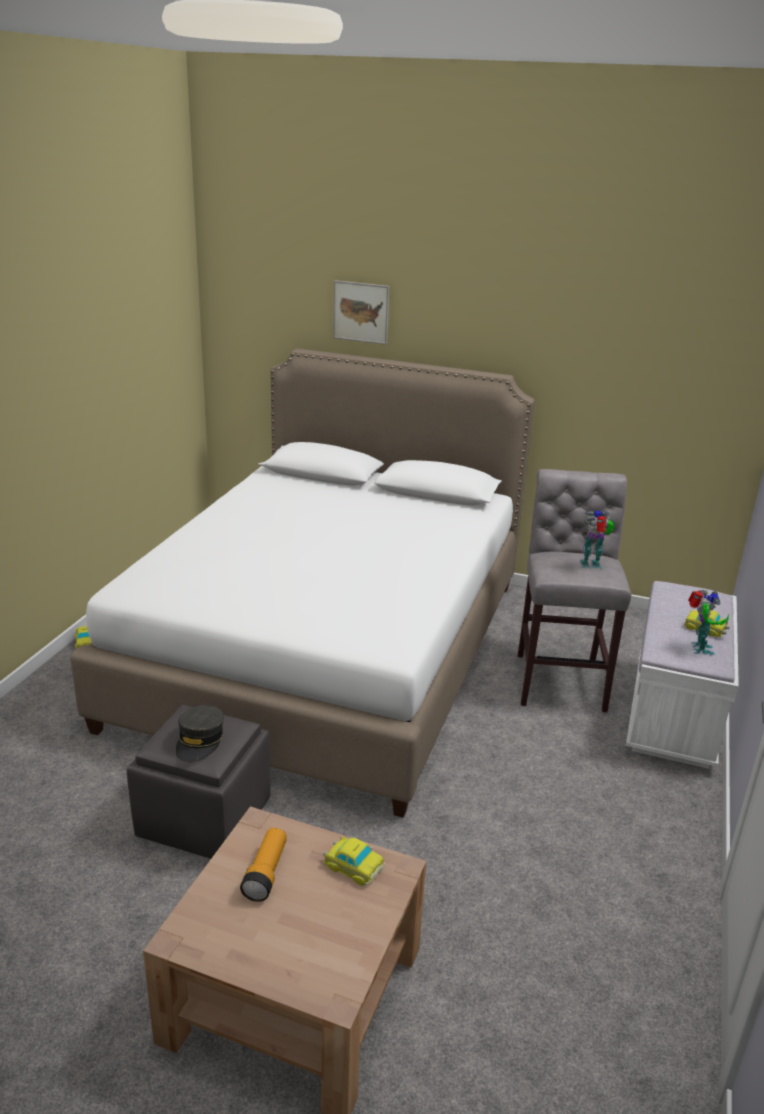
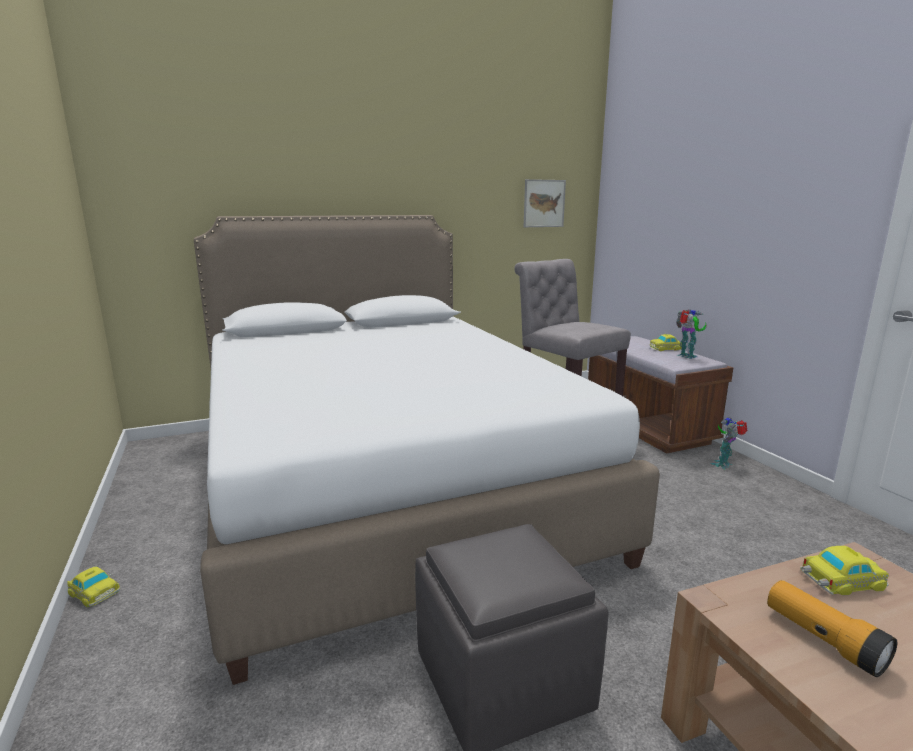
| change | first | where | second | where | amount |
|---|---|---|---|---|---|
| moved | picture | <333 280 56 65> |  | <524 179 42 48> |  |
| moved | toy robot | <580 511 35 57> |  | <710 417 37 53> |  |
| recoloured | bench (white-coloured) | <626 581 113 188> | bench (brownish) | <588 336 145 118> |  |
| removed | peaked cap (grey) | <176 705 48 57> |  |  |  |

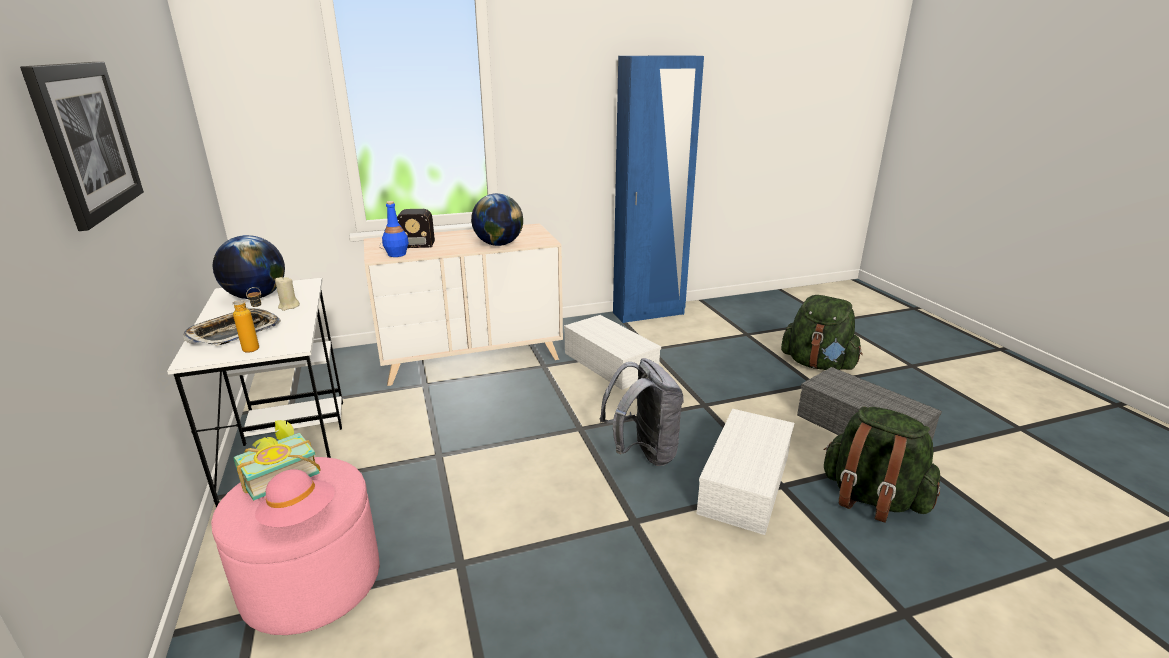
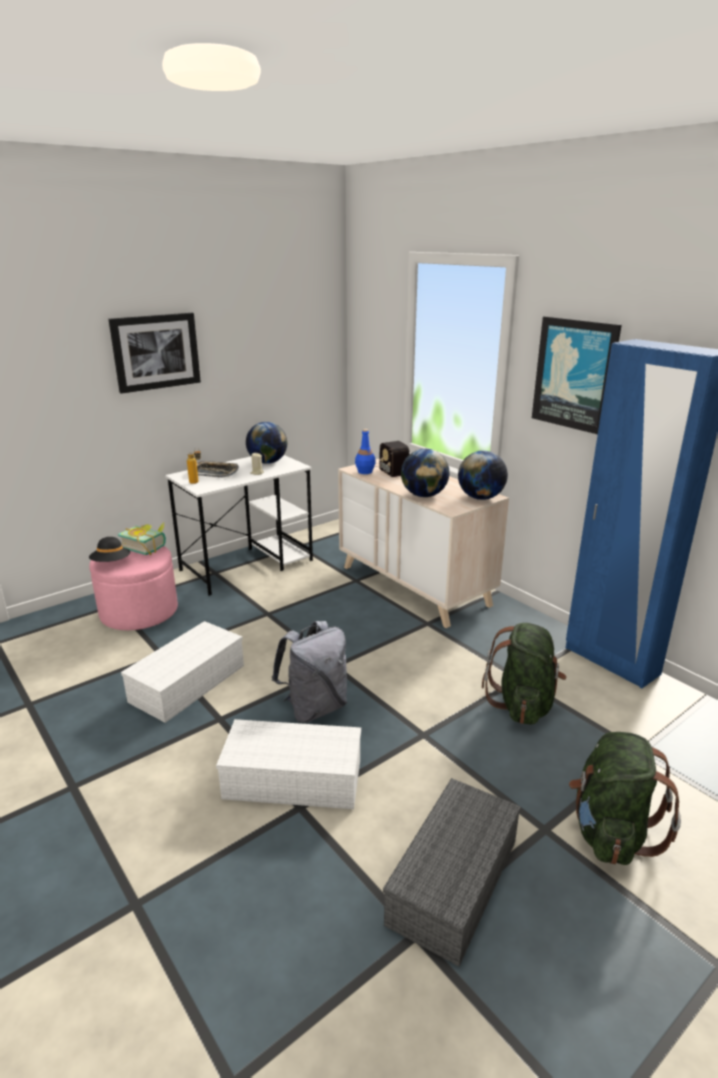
| change | first | where | second | where | amount |
|---|---|---|---|---|---|
| moved | storage bin (white-coloured) | <564 315 97 75> |  | <121 621 123 102> |  |
| moved | knapsack (greenish) | <824 407 116 116> |  | <482 623 85 102> |  |
| recoloured | hat (pink-coloured) | <255 469 80 58> | hat (blackish) | <89 537 41 25> |  |
| added |  |  | picture | <532 316 90 118> |  |
| added |  |  | globe | <458 451 50 49> |  |

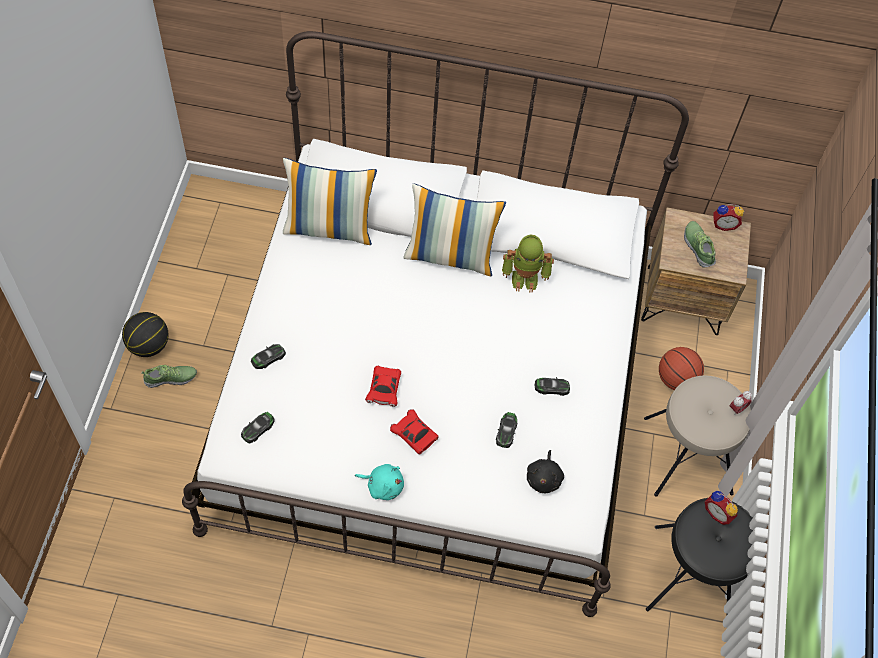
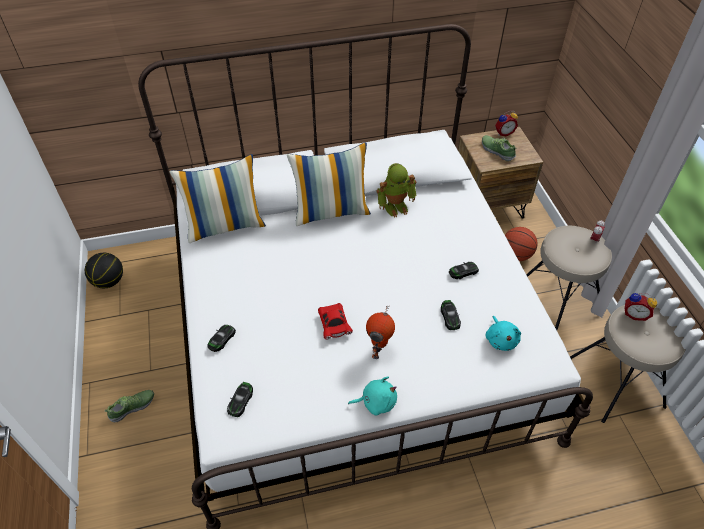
| change | first | where | second | where | amount |
|---|---|---|---|---|---|
| moved | ball for basketball | <122 312 47 45> |  | <85 253 38 35> |  |
| replaced | model car (reddish) | <390 409 48 46> | toy robot | <366 306 29 53> |  |
| recoloured | plush toy (blackish) | <527 450 37 43> | plush toy (turquoise) | <486 316 35 35> |  |
| recoloured | stool (blackish) | <646 498 107 118> | stool (beige) | <570 305 116 118> |  |

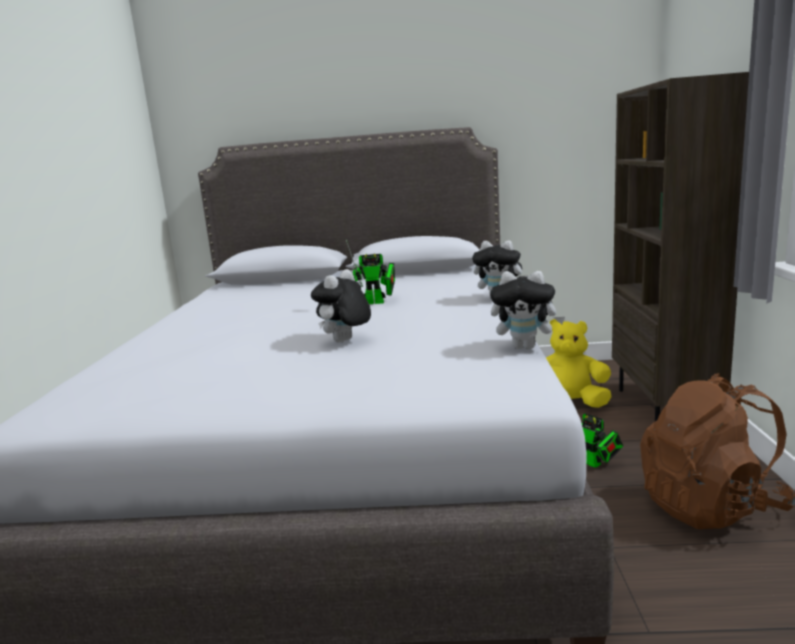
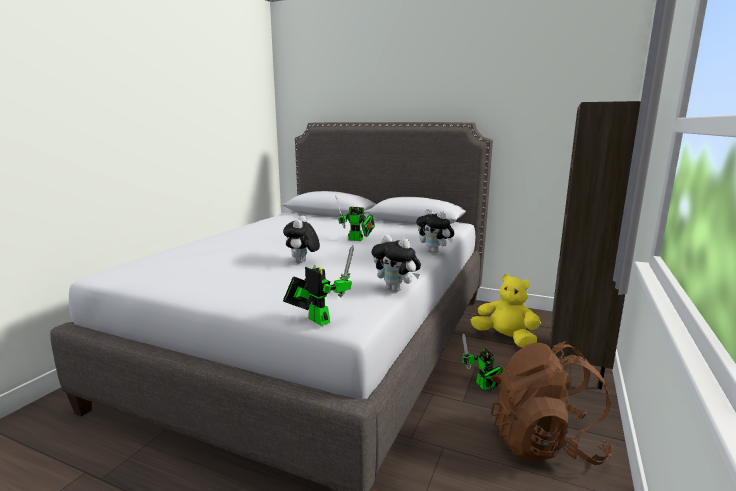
| change | first | where | second | where | amount |
|---|---|---|---|---|---|
| turned | plush toy | <311 269 60 74> |  | <283 215 37 48> | 45 degrees counterclockwise |
| added |  |  | toy robot | <283 245 71 81> |  |

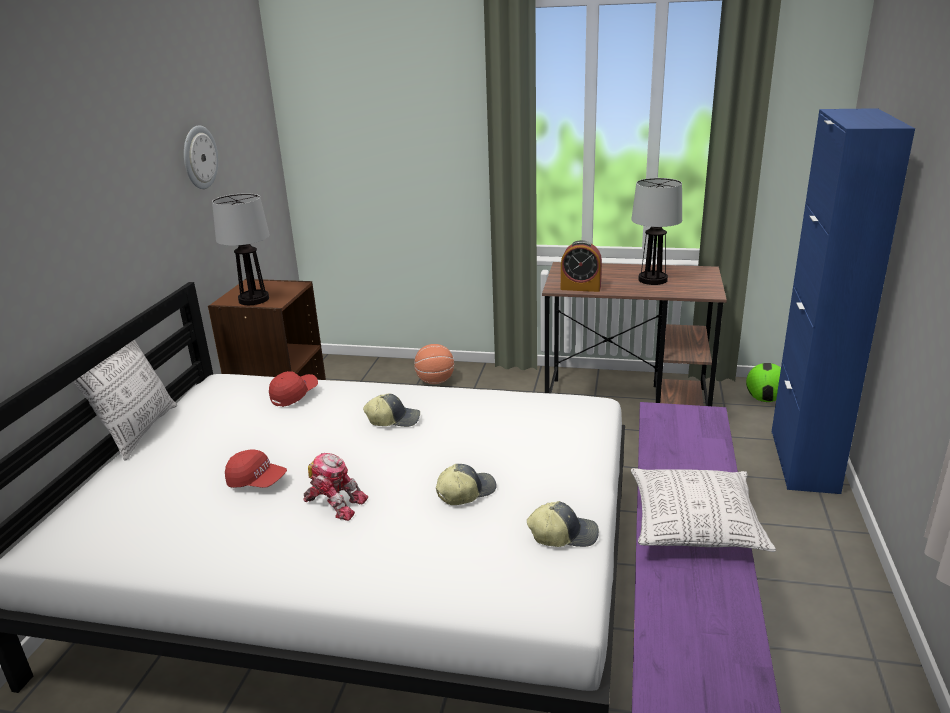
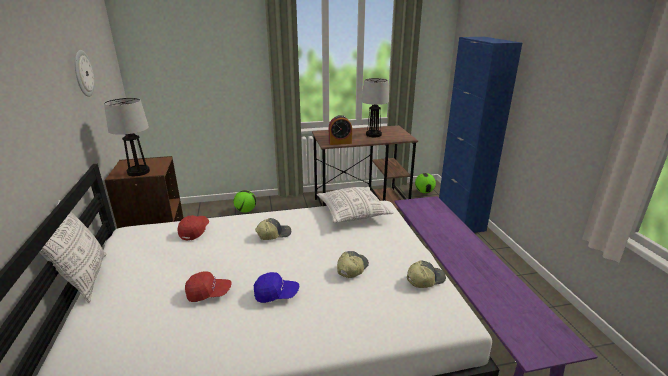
| change | first | where | second | where | amount |
|---|---|---|---|---|---|
| replaced | ball for basketball | <414 344 40 40> | football | <234 190 22 23> |  |
| replaced | toy robot | <303 453 65 68> | peaked cap (bluish) | <254 272 45 31> |  |
| moved | pillow | <631 468 145 84> |  | <317 187 76 36> |  |

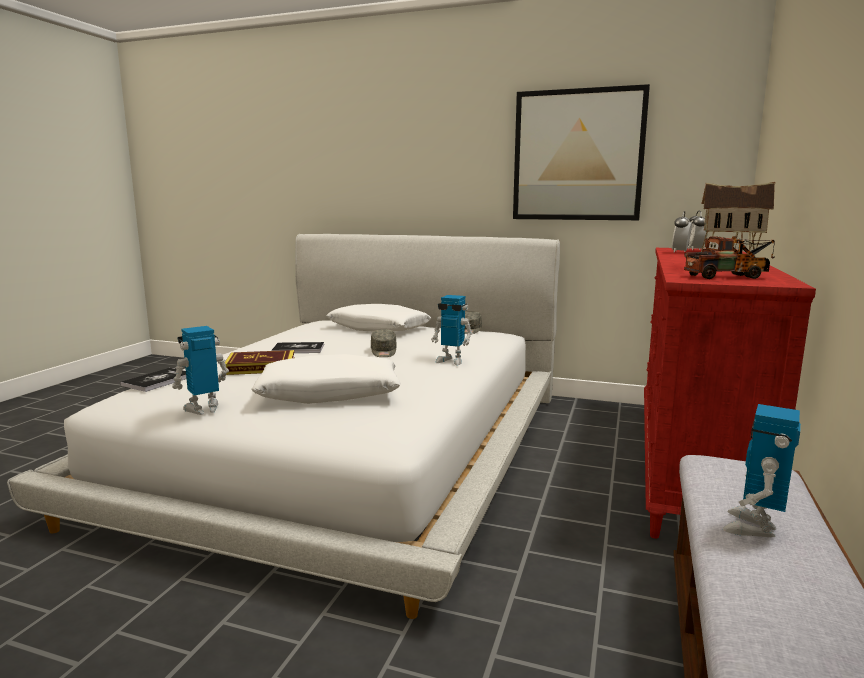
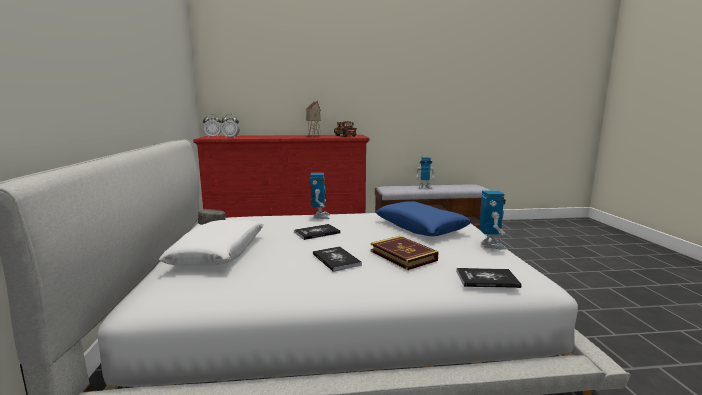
| change | first | where | second | where | amount |
|---|---|---|---|---|---|
| removed | picture | <513 84 137 136> |  |  |  |
| turned | toy robot | <172 326 57 89> |  | <479 190 28 60> | 120 degrees counterclockwise |
| replaced | peaked cap (grey) | <371 329 26 28> | book | <294 224 46 16> |  |
| recoloured | pillow (white-coloured) | <251 354 150 50> | pillow (bluish) | <376 201 95 35> |  |

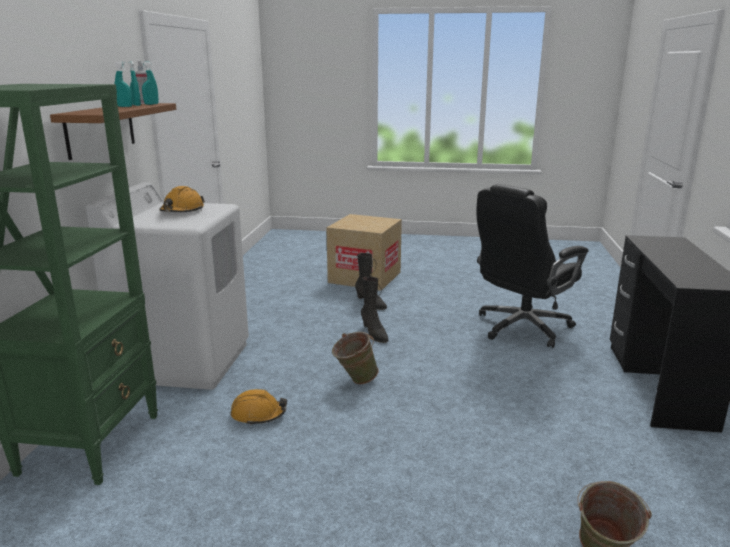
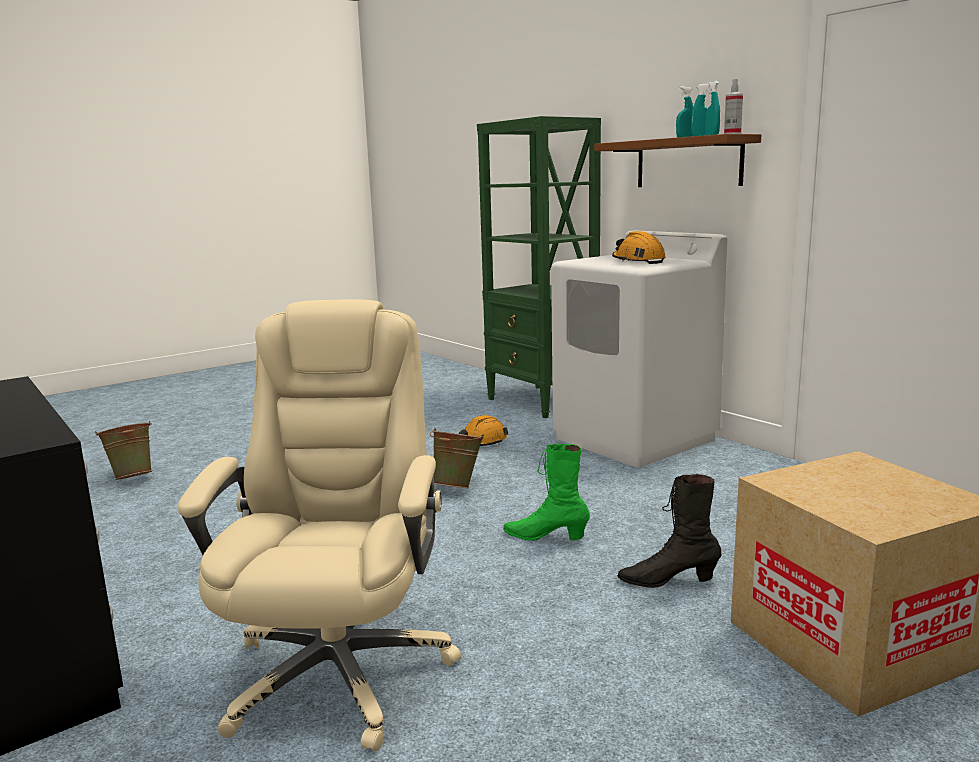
| change | first | where | second | where | amount |
|---|---|---|---|---|---|
| recoloured | desk chair (blackish) | <476 184 113 164> | desk chair (beige) | <178 299 283 452> |  |
| recoloured | boot (blackish) | <361 276 28 67> | boot (greenish) | <503 444 87 97> |  |

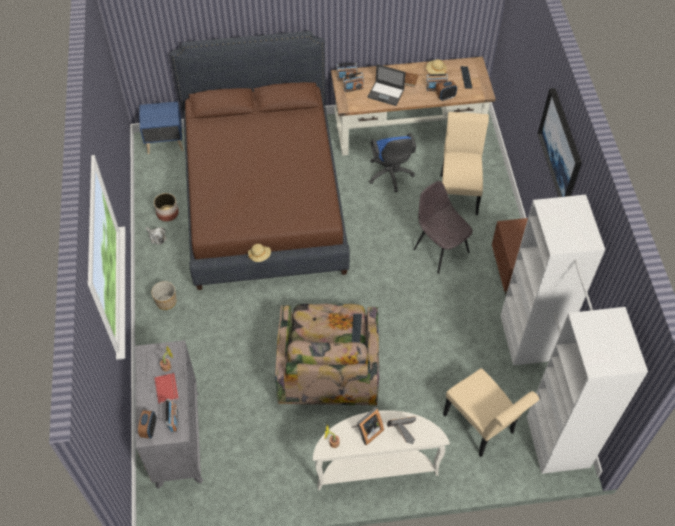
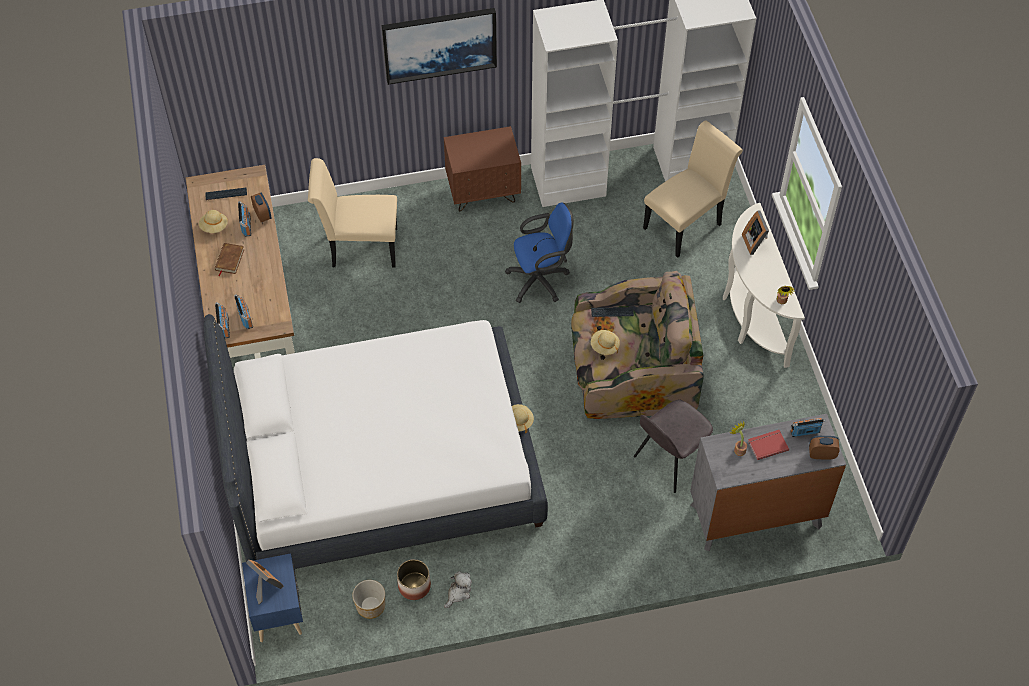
| change | first | where | second | where | amount |
|---|---|---|---|---|---|
| recoloured | bedroom bed (brownish) | <170 31 180 259> | bedroom bed (white-coloured) | <203 314 345 255> |  |
| removed | notebook computer | <368 64 38 42> |  |  |  |
| moved | desk chair (bluish) | <369 133 47 59> |  | <505 203 69 100> |  |
| moved | plain chair (grey) | <413 181 60 93> |  | <634 400 79 93> |  |
| moved | planter | <151 281 26 29> |  | <352 580 33 39> |  |
| moved | picture frame | <352 407 32 39> |  | <246 560 37 44> |  |
| added |  |  | hat (beige) | <591 330 29 25> |  |

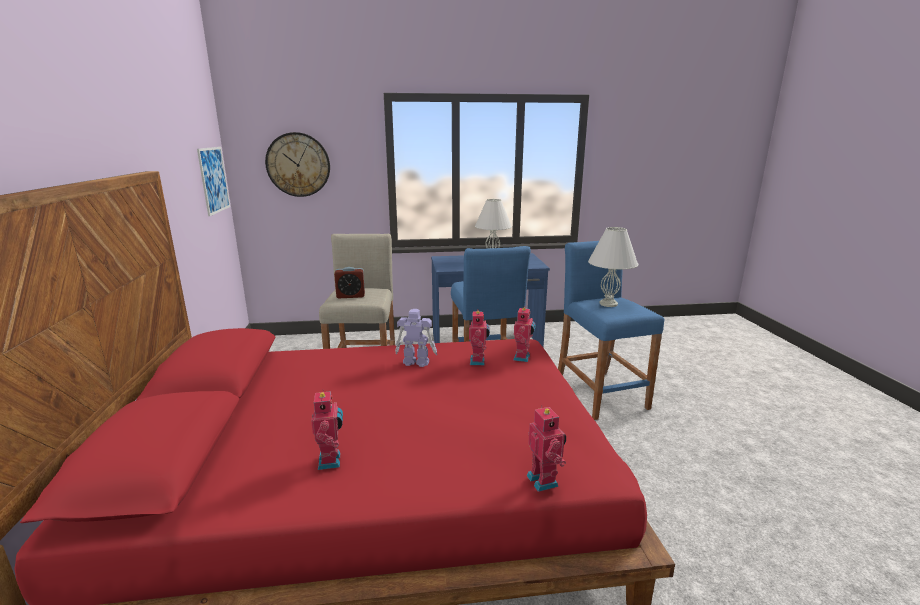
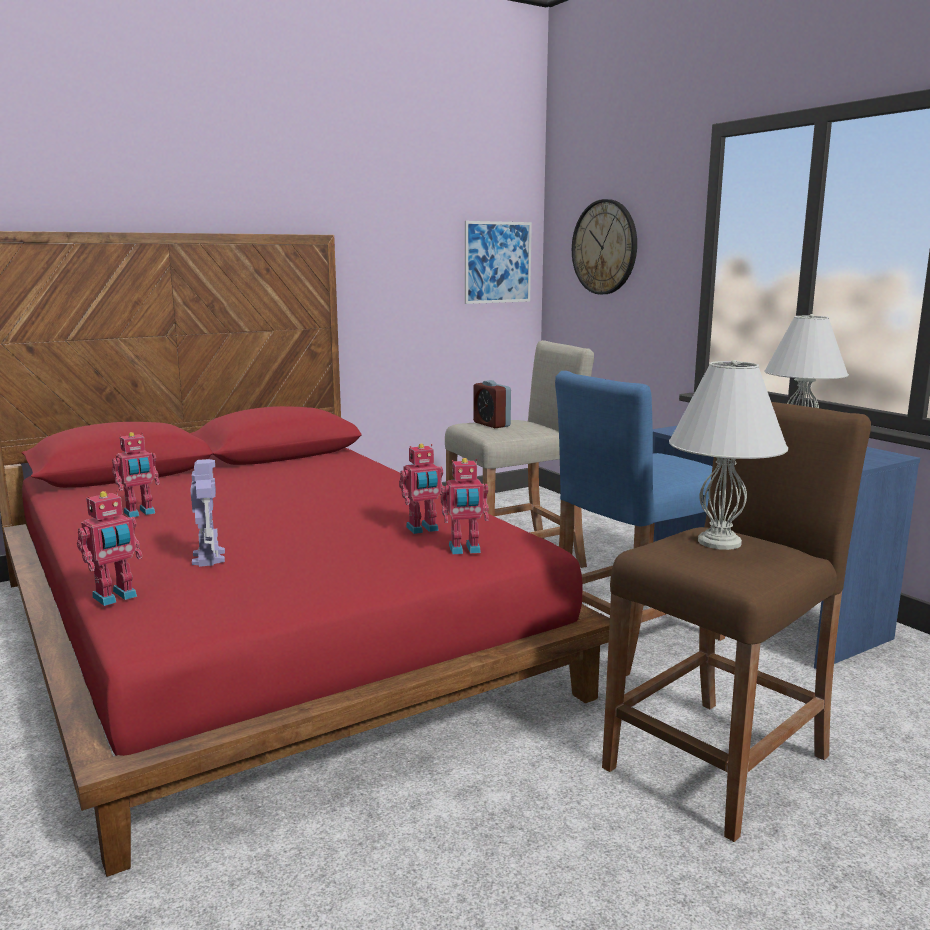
| change | first | where | second | where | amount |
|---|---|---|---|---|---|
| recoloured | stool (bluish) | <558 241 106 179> | stool (brownish) | <602 402 269 440> |  |
| moved | toy robot | <395 309 42 58> |  | <190 459 35 108> |  |

